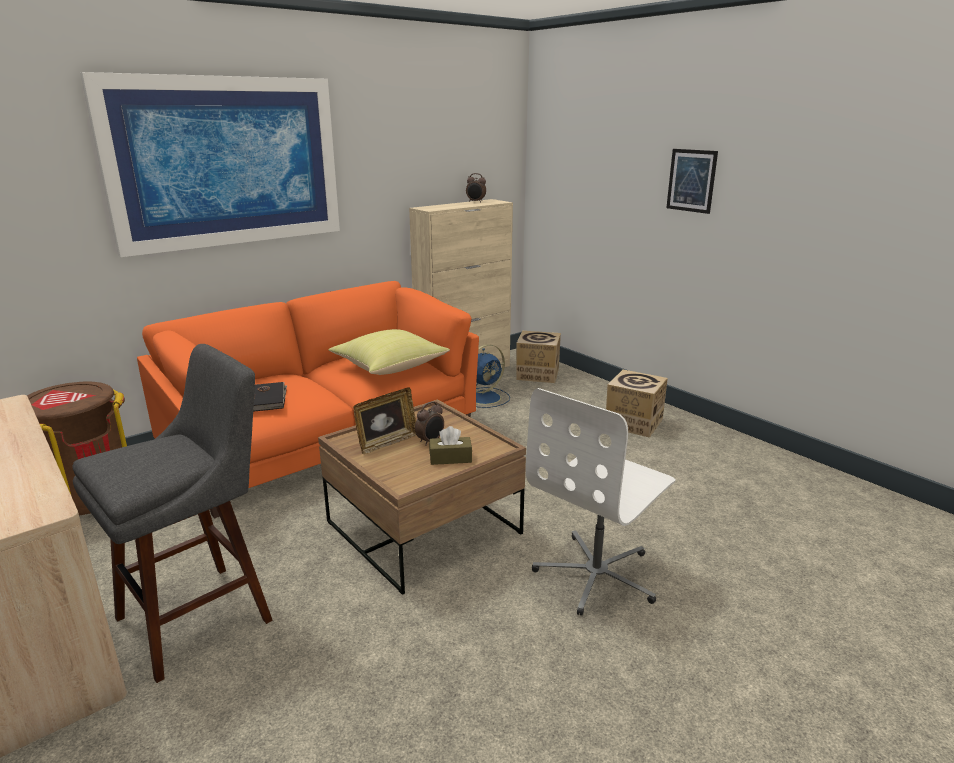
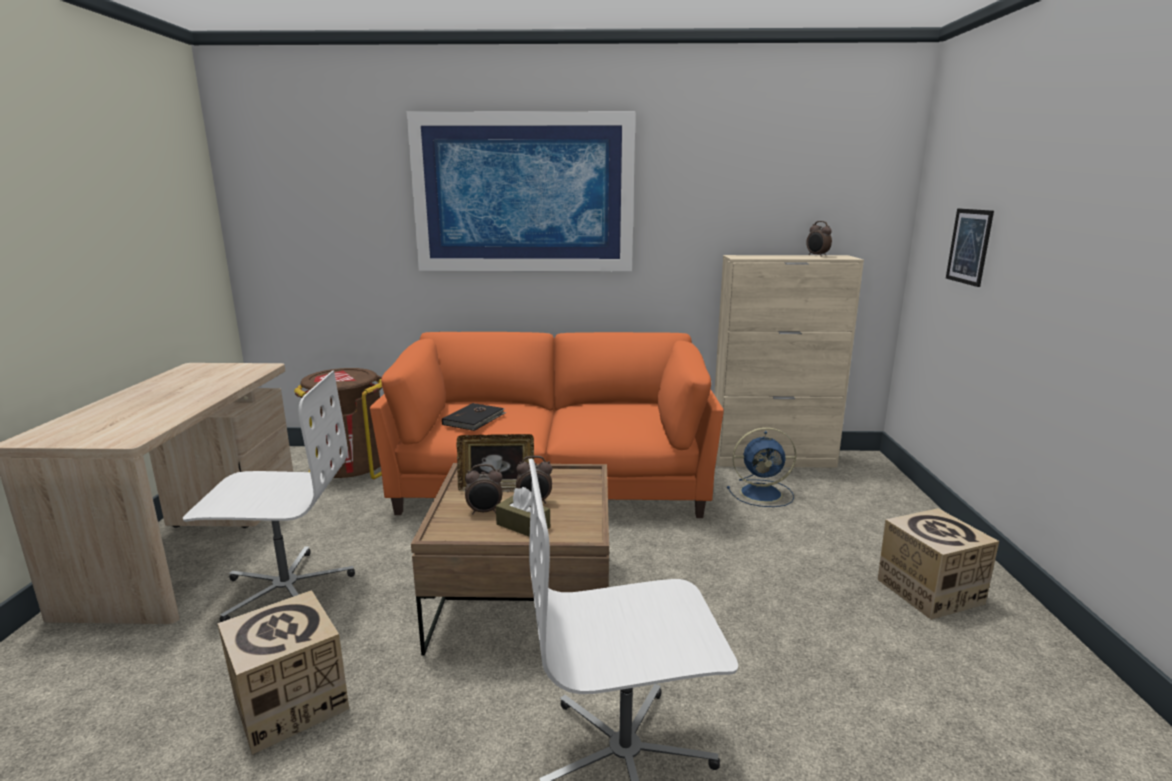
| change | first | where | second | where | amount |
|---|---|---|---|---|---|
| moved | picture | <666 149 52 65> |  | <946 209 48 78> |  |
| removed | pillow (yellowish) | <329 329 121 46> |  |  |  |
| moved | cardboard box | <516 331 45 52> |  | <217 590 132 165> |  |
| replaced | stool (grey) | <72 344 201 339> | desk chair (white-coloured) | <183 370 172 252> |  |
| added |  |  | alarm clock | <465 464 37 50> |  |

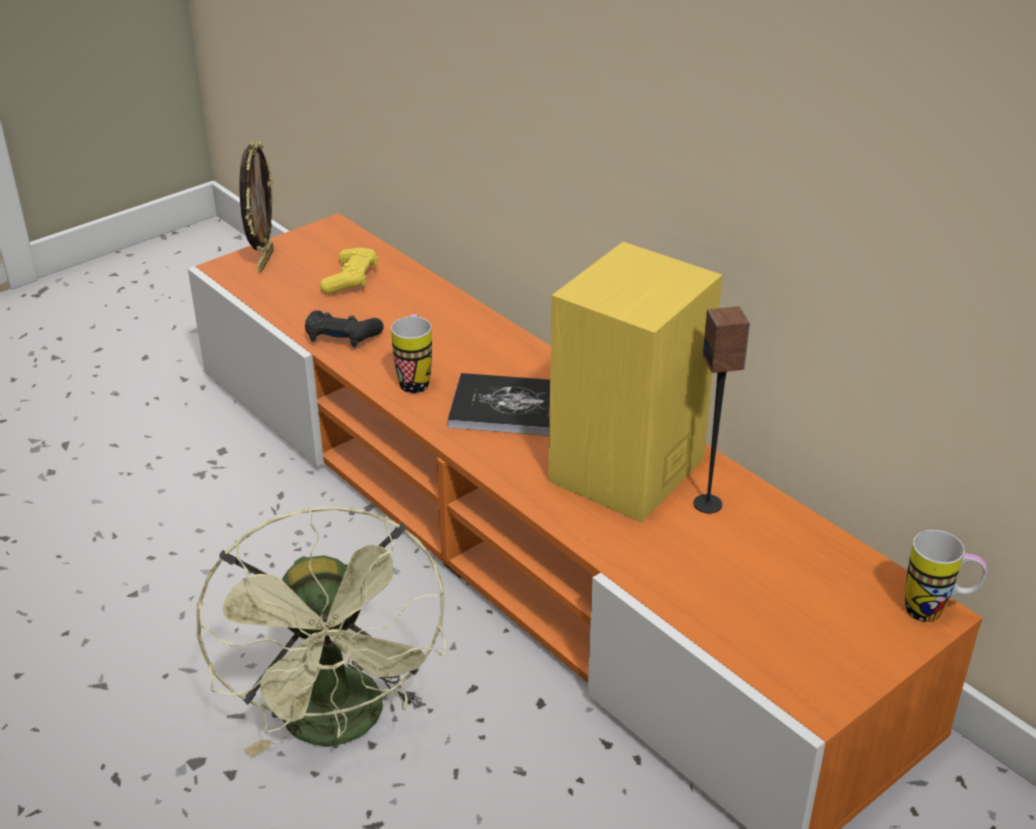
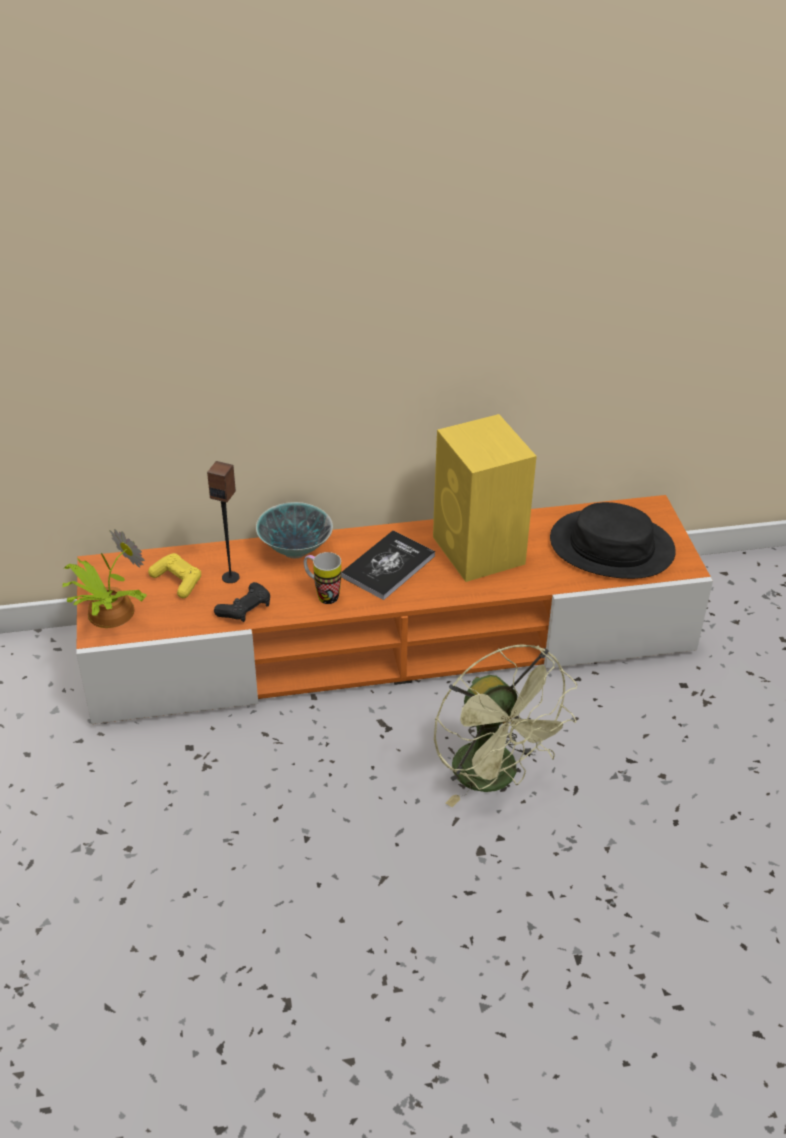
| change | first | where | second | where | amount |
|---|---|---|---|---|---|
| replaced | picture frame | <239 140 35 132> | potted plant | <62 529 85 99> |  |
| moved | audio speaker | <693 306 57 207> |  | <207 461 33 122> |  |
| turned | fan (greenish) | <197 506 250 251> |  | <434 644 143 163> | 45 degrees clockwise |
| removed | mug | <905 530 82 92> |  |  |  |
| added |  |  | deep dish | <256 502 77 56> |  |
| added |  |  | hat (blackish) | <550 502 126 77> |  |

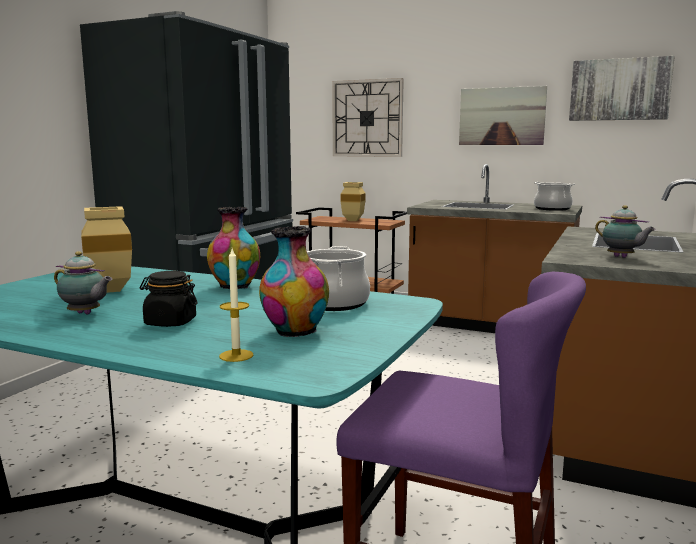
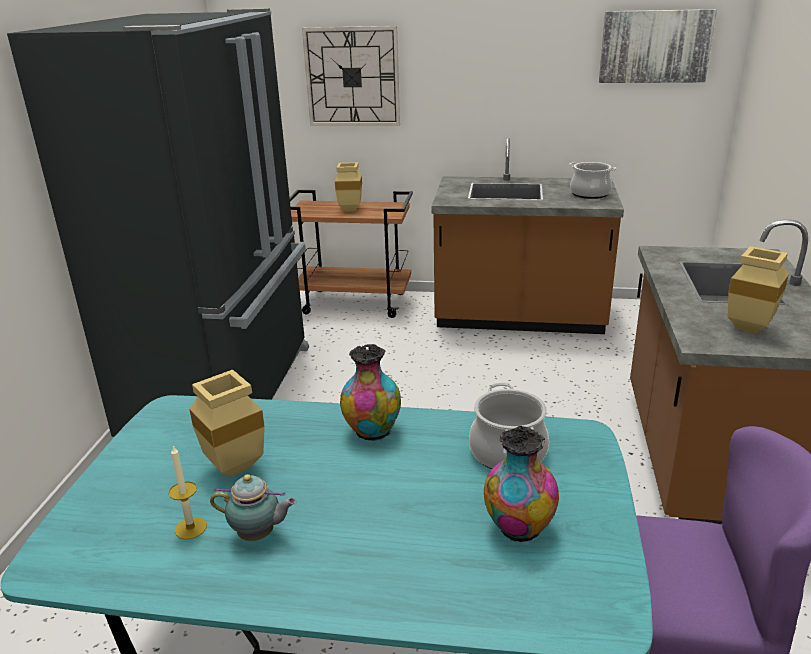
| change | first | where | second | where | amount |
|---|---|---|---|---|---|
| removed | picture | <459 86 88 59> |  |  |  |
| replaced | teapot | <595 205 61 53> | decorative vase (beige) | <728 246 61 88> |  |
| moved | candle | <219 249 34 113> |  | <169 446 38 94> |  |
| removed | preserve jar (blackish) | <140 271 57 56> |  |  |  |

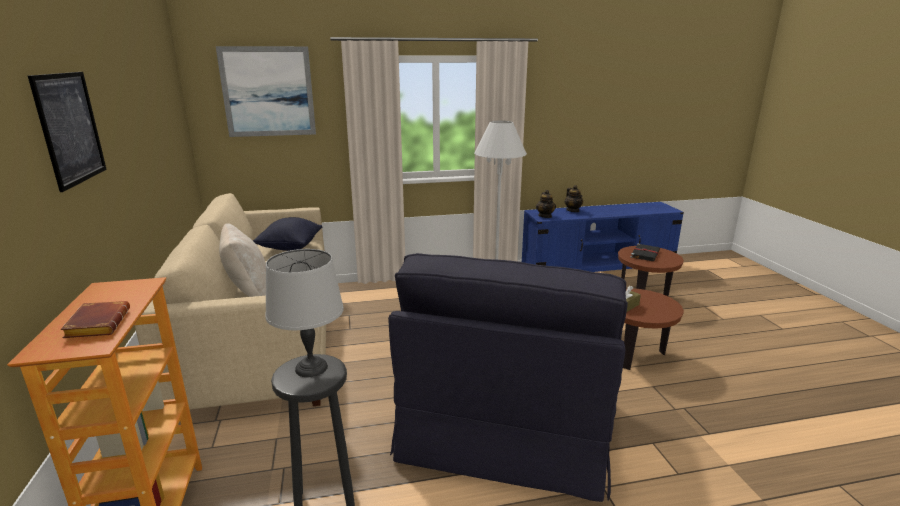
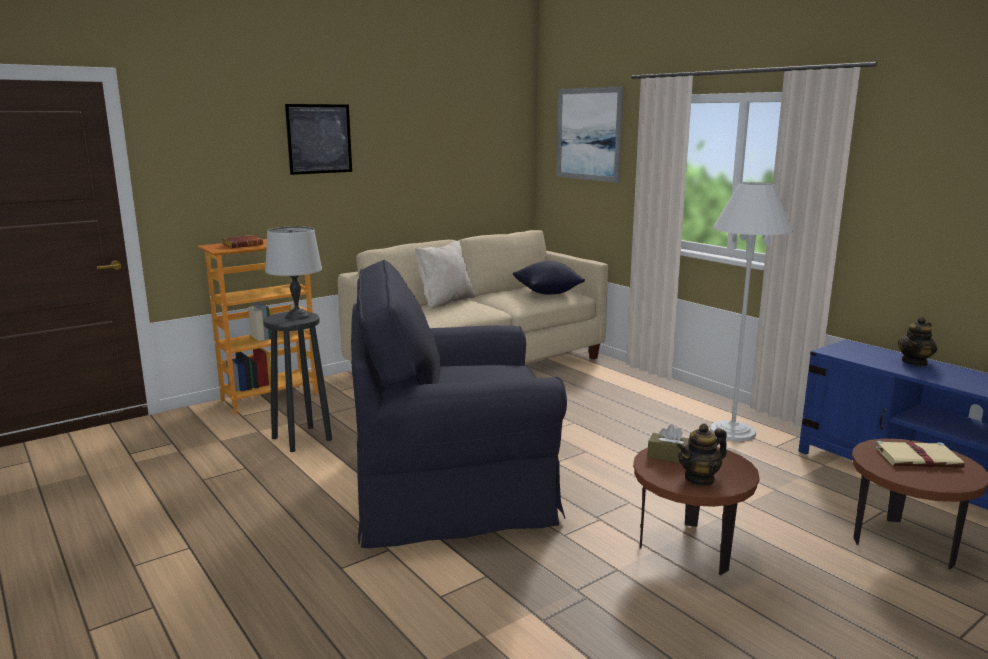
| change | first | where | second | where | amount |
|---|---|---|---|---|---|
| moved | teapot | <536 190 20 28> |  | <677 423 50 63> |  |
| recoloured | book (blackish) | <630 243 30 18> | book (beige) | <875 441 90 27> |  |

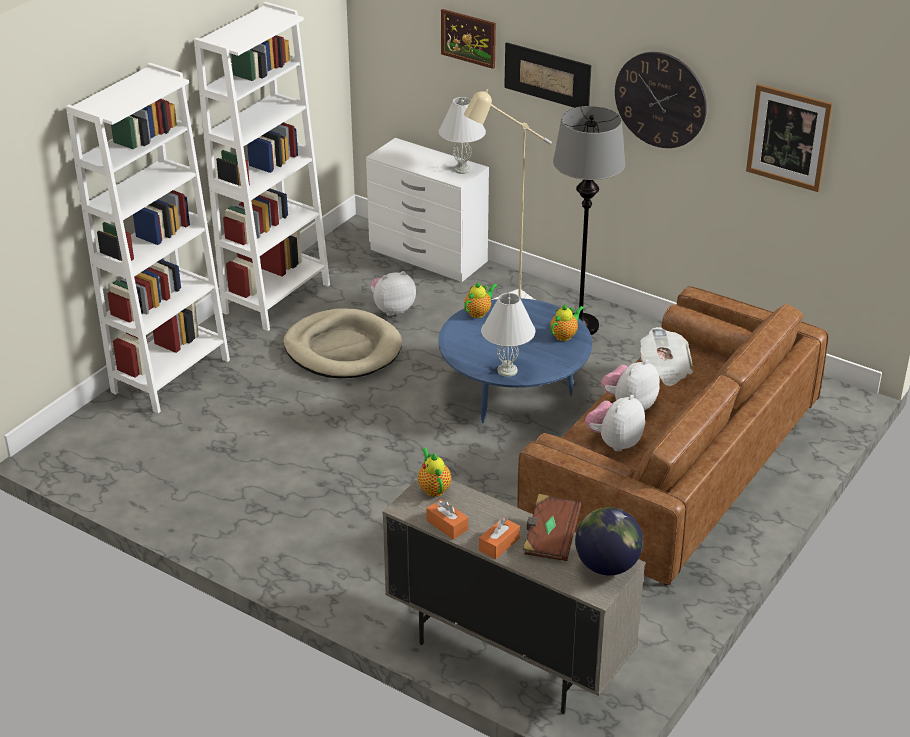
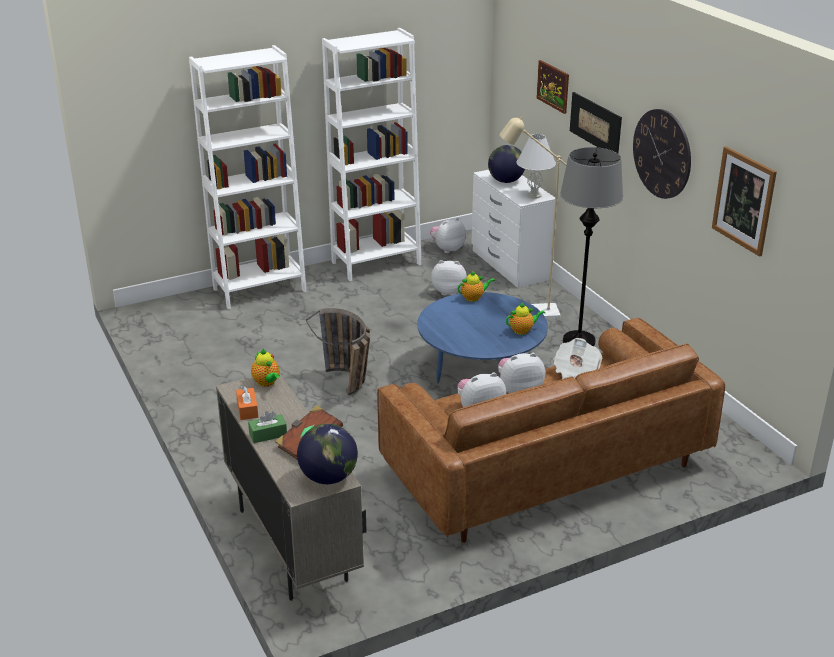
| change | first | where | second | where | amount |
|---|---|---|---|---|---|
| removed | table lamp (white-coloured) | <481 293 54 84> |  |  |  |
| removed | dog cushion (beige) | <283 308 119 70> |  |  |  |
| turned | teapot | <418 448 33 49> |  | <251 349 29 38> | 135 degrees clockwise |
| recoloured | box of tissues (orangey) | <479 517 41 43> | box of tissues (greenish) | <248 411 39 32> |  |
| added |  |  | globe | <488 145 37 38> |  |
| added |  |  | plush toy | <430 218 36 35> |  |
| added |  |  | basket | <306 308 64 87> |  |

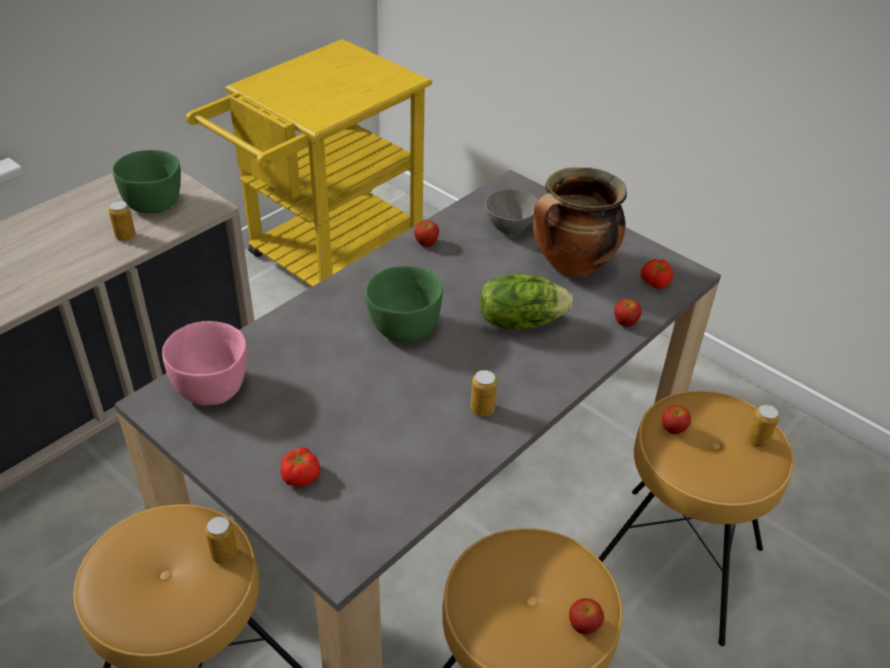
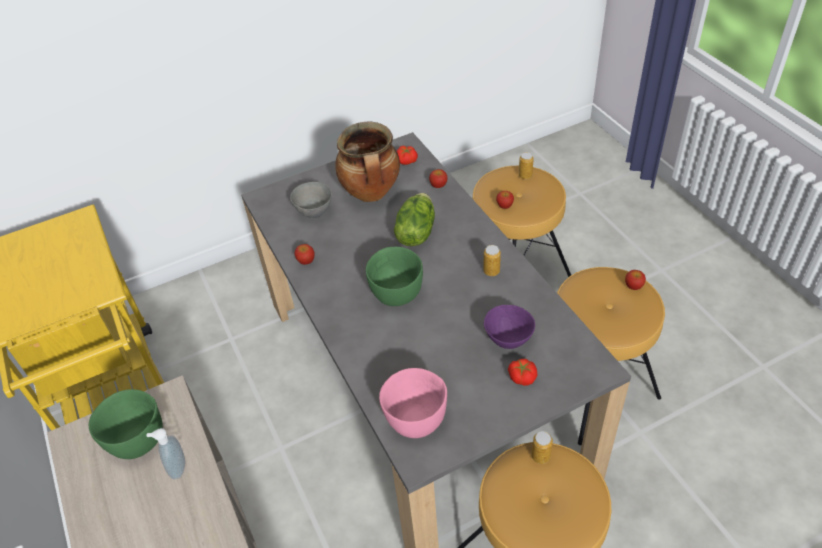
| change | first | where | second | where | amount |
|---|---|---|---|---|---|
| replaced | sealed can | <108 201 28 40> | soap dispenser | <146 428 39 51> |  |
| added |  |  | deep dish (purplish) | <484 305 51 44> |  |

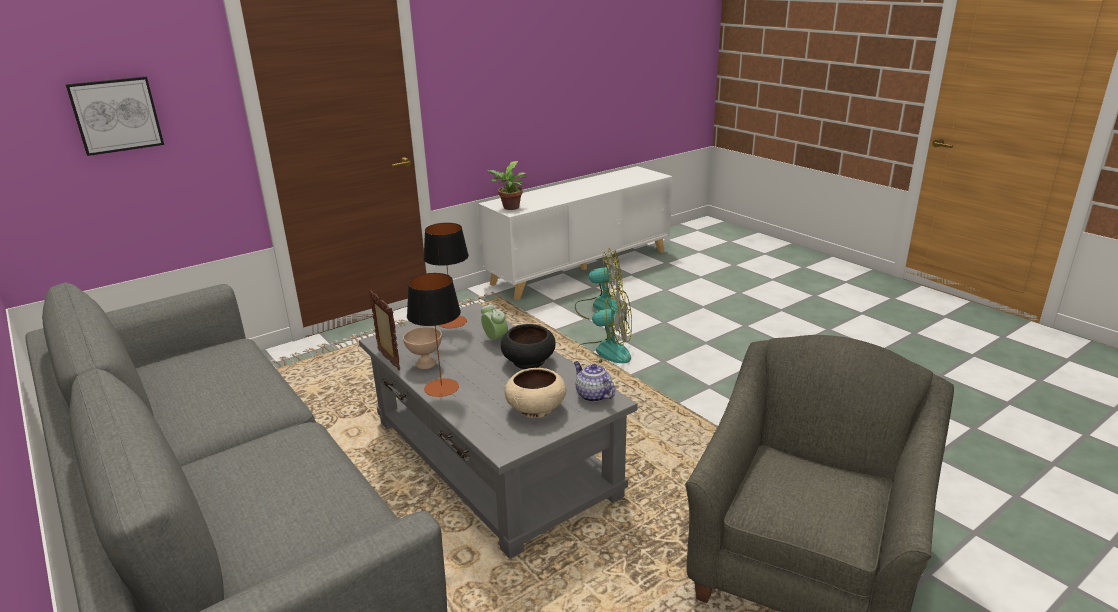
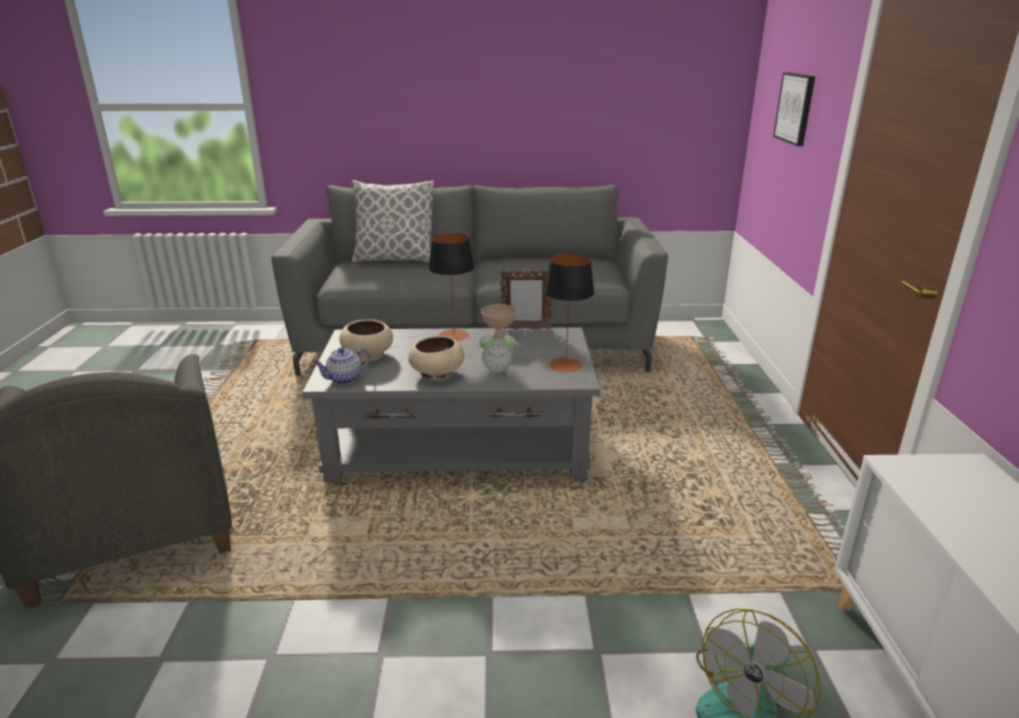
| change | first | where | second | where | amount |
|---|---|---|---|---|---|
| removed | potted plant | <485 161 42 49> |  |  |  |
| removed | fan | <576 288 56 75> |  |  |  |
| recoloured | deep dish (blackish) | <501 324 55 45> | deep dish (beige) | <408 336 56 44> |  |
| turned | teapot | <574 361 41 41> |  | <314 347 57 37> | 150 degrees clockwise |
| added |  |  | pillow | <352 180 82 82> |  |

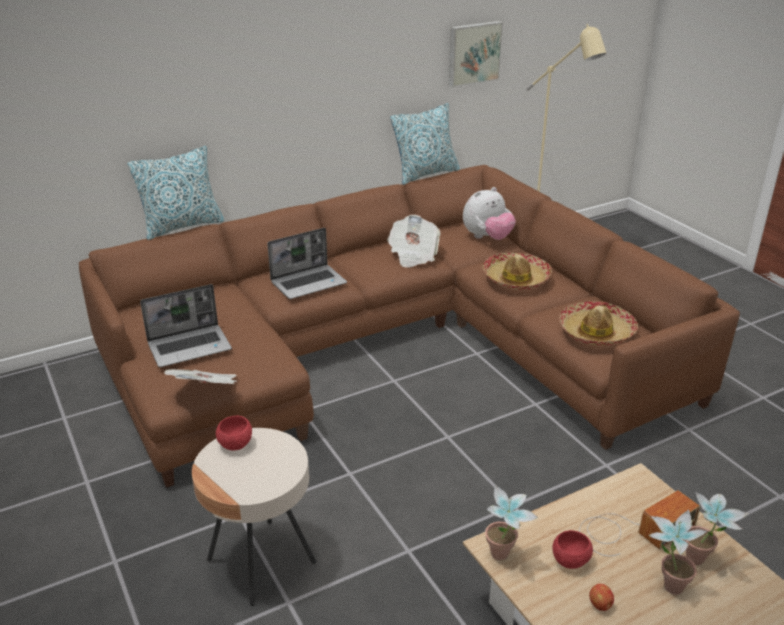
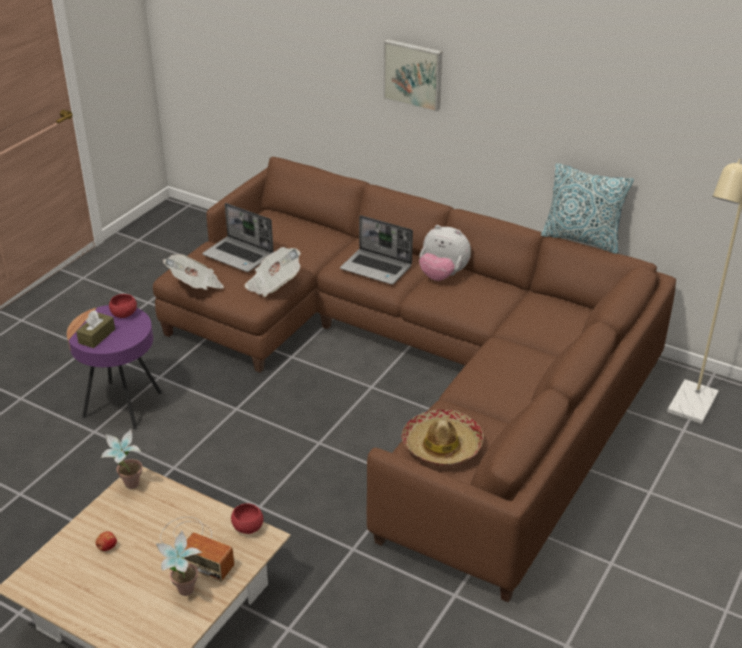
| change | first | where | second | where | amount |
|---|---|---|---|---|---|
| moved | picture | <449 21 54 66> |  | <383 39 59 73> |  |
| removed | pillow | <128 146 96 94> |  |  |  |
| moved | plush toy | <463 187 53 53> |  | <419 225 52 56> |  |
| moved | newspaper | <387 215 54 53> |  | <245 247 56 50> |  |
| removed | hat | <482 253 70 37> |  |  |  |
| recoloured | accent table (beige) | <192 428 124 178> | accent table (purplish) | <67 305 95 124> |  |
| removed | potted plant | <648 509 59 86> |  |  |  |
| moved | deep dish (reddish) | <552 530 41 39> |  | <231 503 32 31> |  |
| added |  |  | box of tissues (brownish) | <76 310 39 38> |  |

